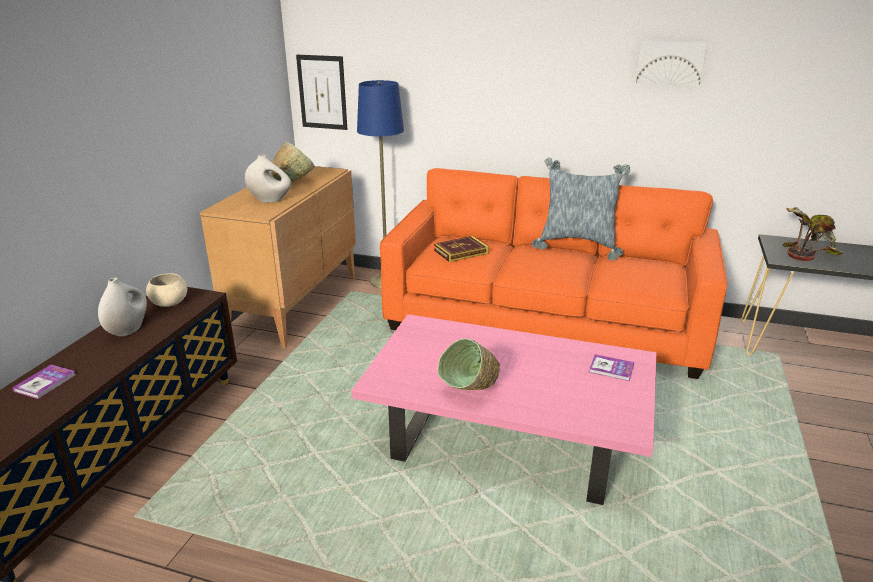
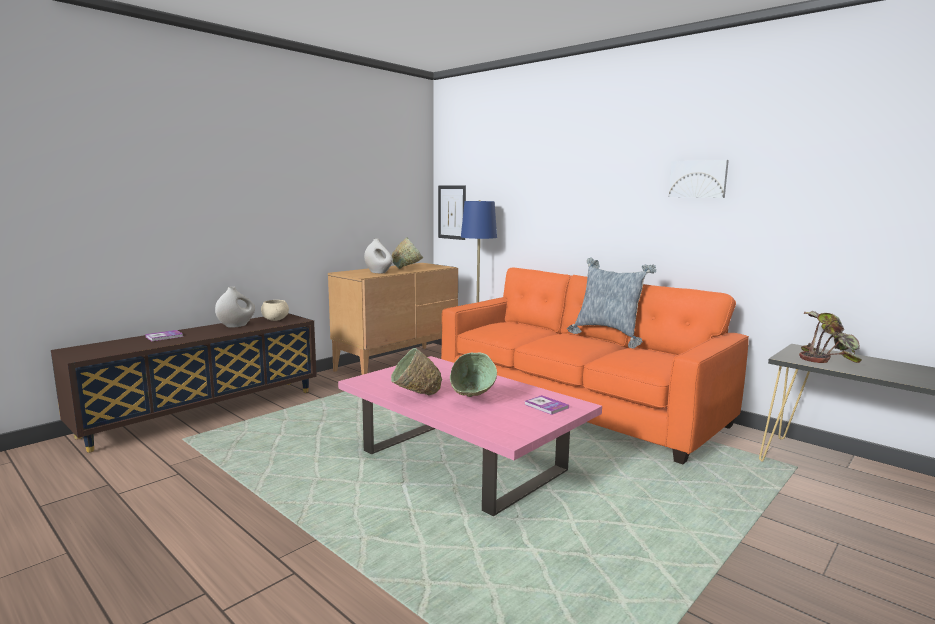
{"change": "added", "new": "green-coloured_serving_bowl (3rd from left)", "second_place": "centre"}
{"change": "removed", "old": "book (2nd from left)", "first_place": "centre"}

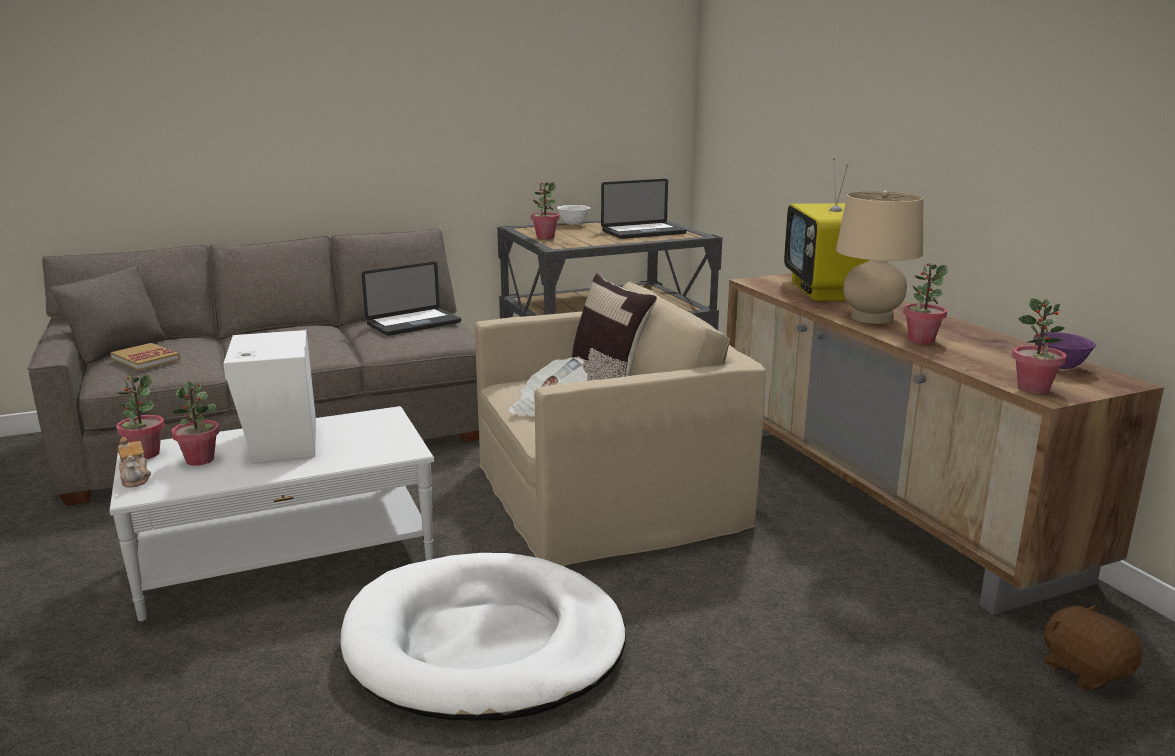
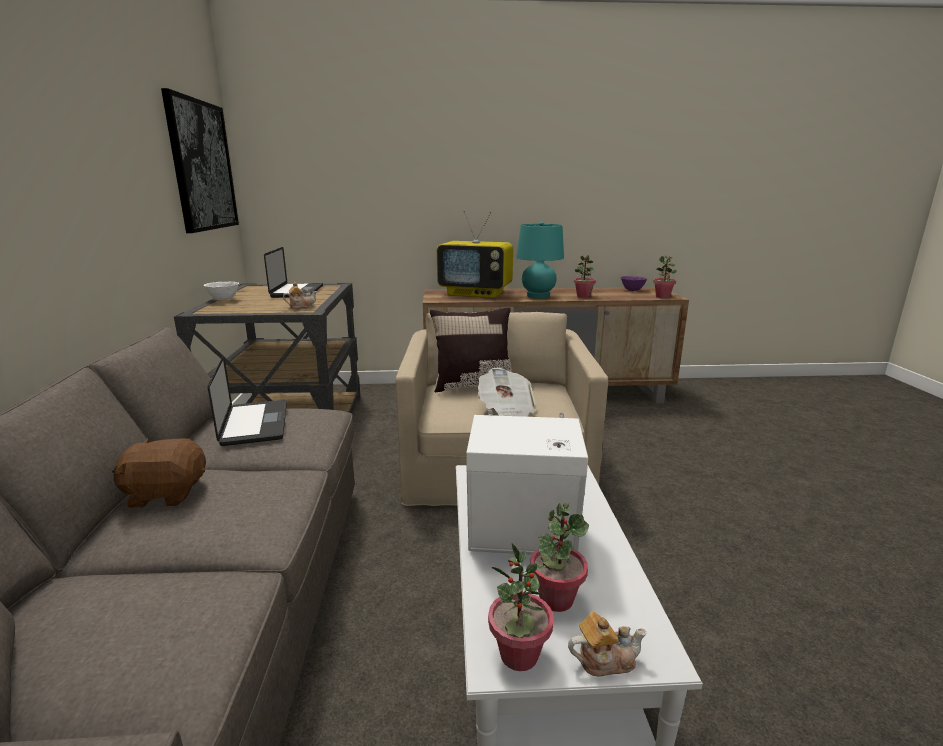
{"change": "moved", "old": "brown-coloured_cuddly_toy", "first_place": "bottom right", "second_place": "middle left"}
{"change": "added", "new": "wall_picture", "second_place": "top left"}
{"change": "added", "new": "pot_for_tea (1st from left)", "second_place": "middle left"}
{"change": "recoloured", "old": "sand-coloured_tabletop_lamp", "new": "blue-green_tabletop_lamp", "first_place": "middle right", "second_place": "centre"}
{"change": "removed", "old": "book", "first_place": "middle left"}
{"change": "removed", "old": "white-coloured_pet_bed", "first_place": "bottom centre"}
{"change": "removed", "old": "houseplant (3rd from left)", "first_place": "top centre"}

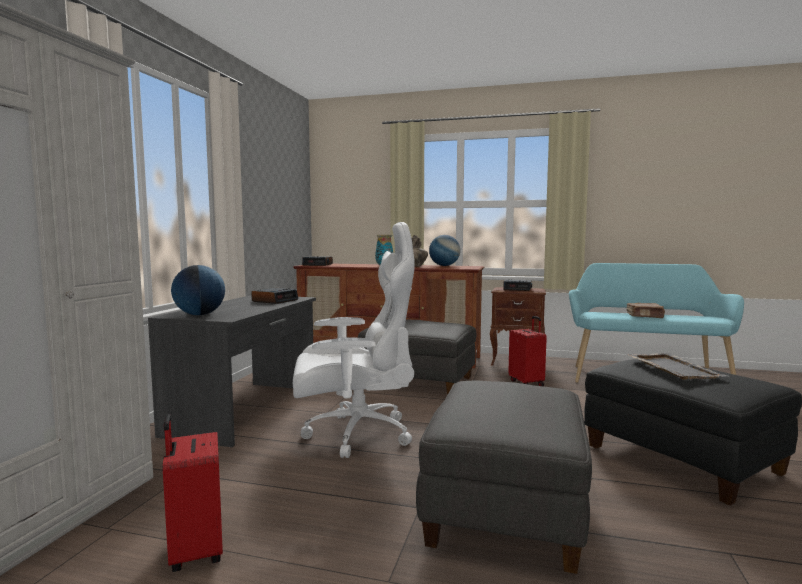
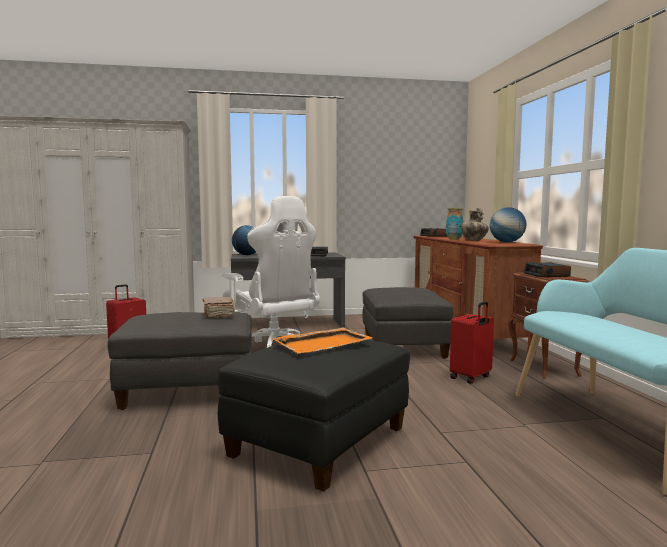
{"change": "moved", "old": "brown-coloured_book", "first_place": "middle right", "second_place": "middle left"}
{"change": "recoloured", "old": "greyish_carrying_tray", "new": "orange-coloured_carrying_tray", "first_place": "middle right", "second_place": "centre"}

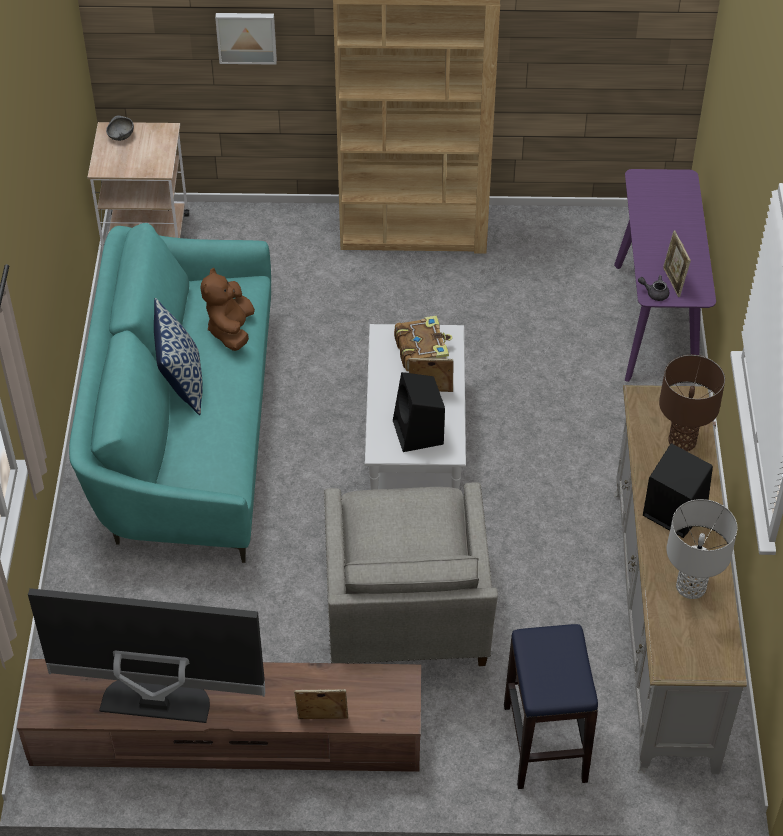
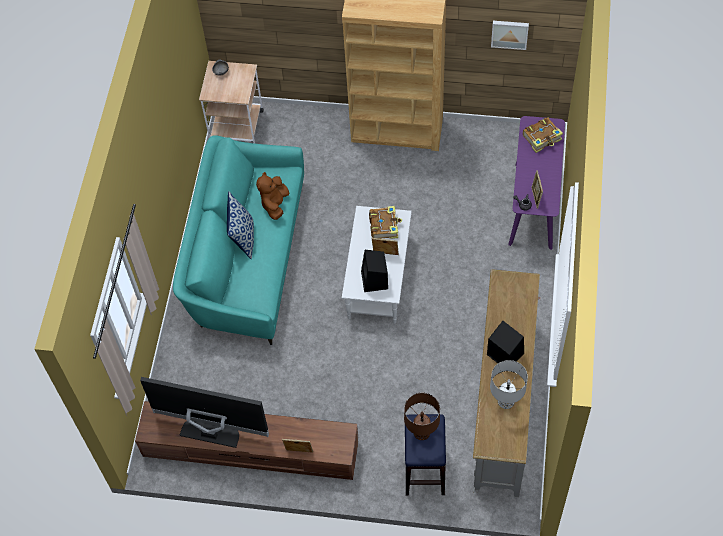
{"change": "moved", "old": "brown-coloured_tabletop_lamp", "first_place": "middle right", "second_place": "bottom centre"}
{"change": "moved", "old": "wall_picture", "first_place": "top left", "second_place": "top right"}
{"change": "added", "new": "book (2nd from left)", "second_place": "top right"}
{"change": "removed", "old": "greyish_armchair", "first_place": "bottom centre"}

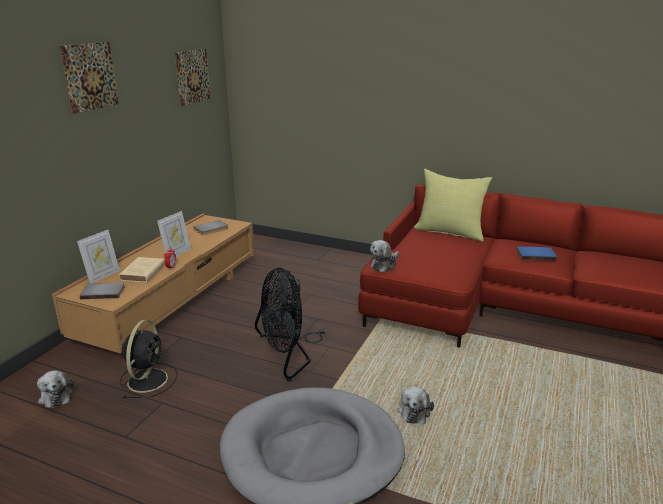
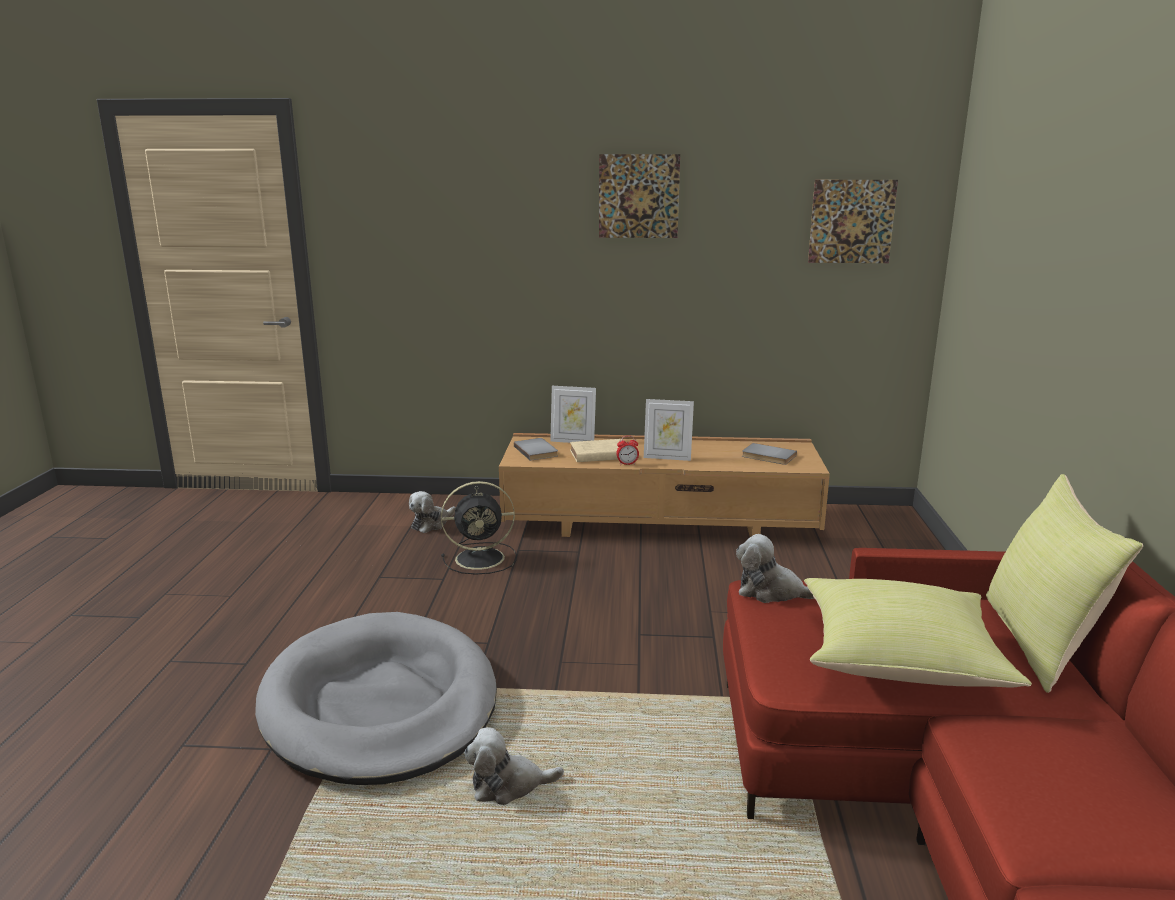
{"change": "added", "new": "yellow_cushion (1st from left)", "second_place": "bottom right"}
{"change": "removed", "old": "black-coloured_electric_fan (2nd from left)", "first_place": "centre"}
{"change": "removed", "old": "blue-coloured_book", "first_place": "middle right"}

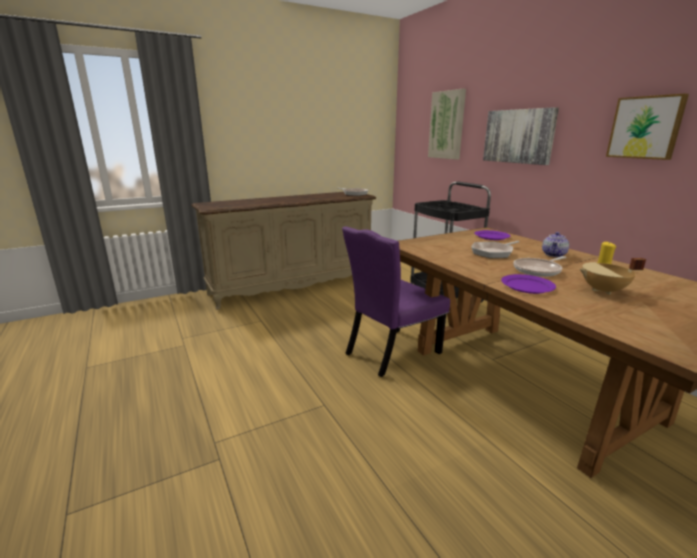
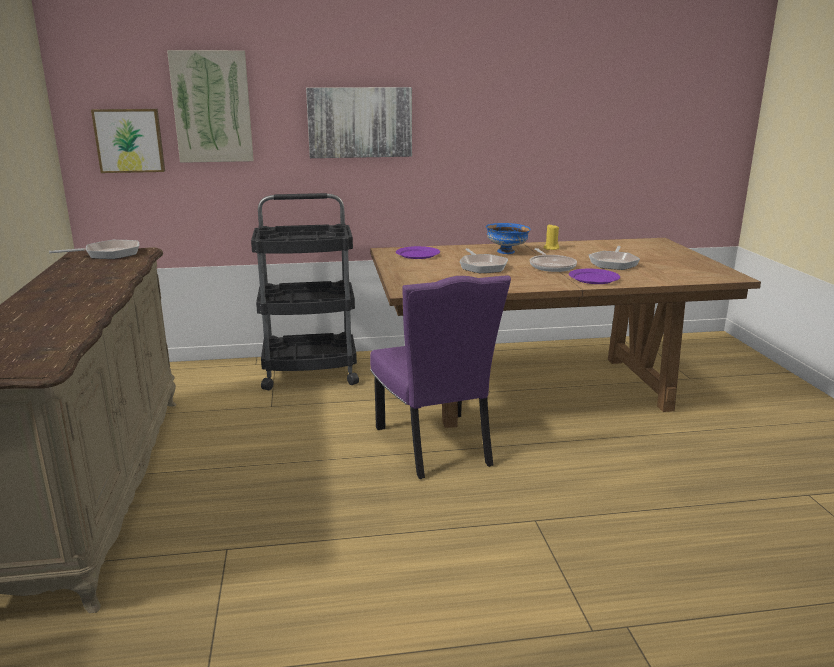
{"change": "moved", "old": "wall_picture (3rd from left in the first image)", "new": "wall_picture (1st from left)", "first_place": "top right", "second_place": "top left"}
{"change": "replaced", "old": "pot_for_tea", "new": "blue-coloured_serving_bowl", "first_place": "middle right", "second_place": "centre"}
{"change": "replaced", "old": "sand-coloured_saucepot", "new": "skillet (4th from left)", "first_place": "middle right", "second_place": "middle right"}

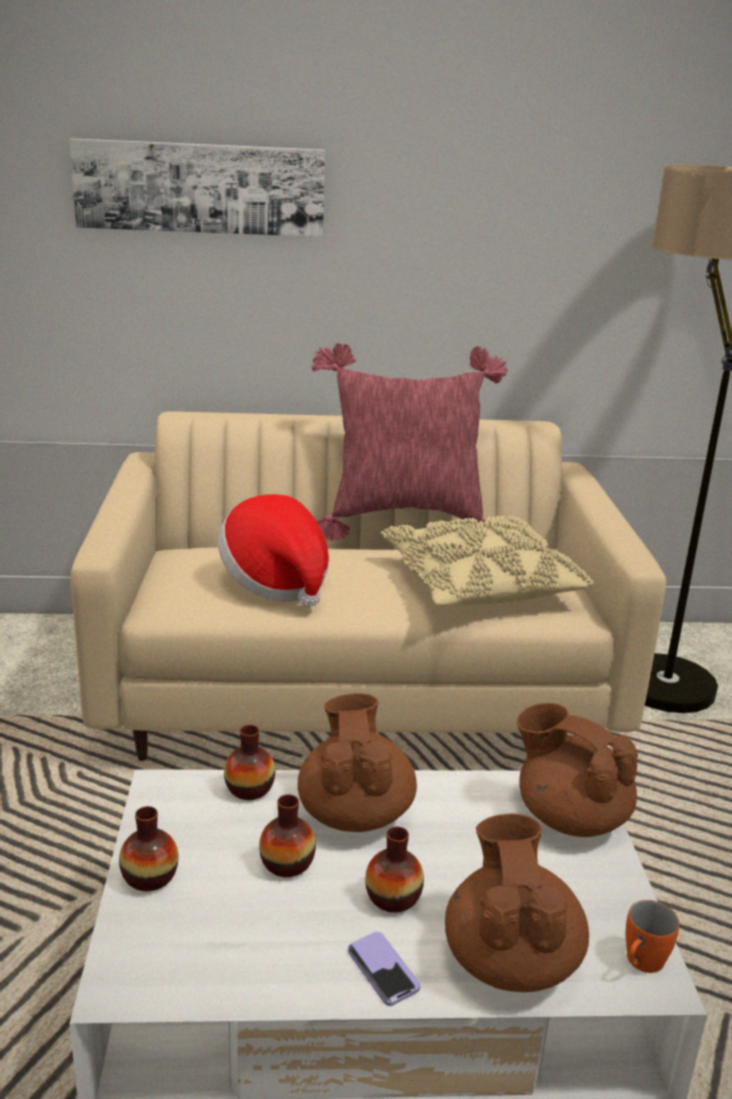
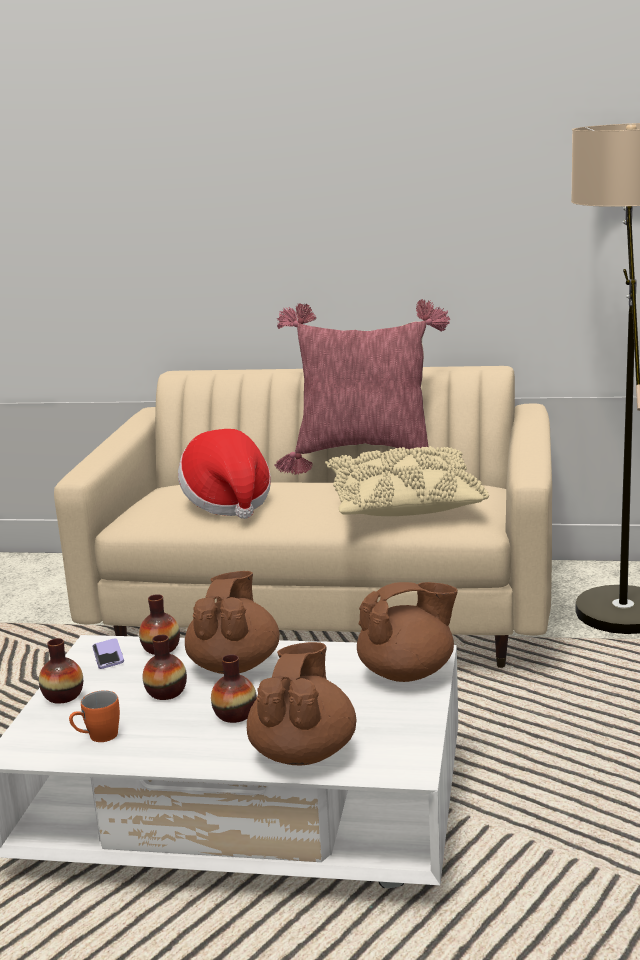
{"change": "moved", "old": "orange-coloured_tea_mug", "first_place": "bottom right", "second_place": "bottom left"}
{"change": "moved", "old": "handset", "first_place": "bottom centre", "second_place": "bottom left"}
{"change": "turned", "old": "brown-coloured_pot_for_tea (3rd from left)", "first_place": "bottom right", "second_place": "centre", "degrees": 105}
{"change": "removed", "old": "wall_picture", "first_place": "top left"}

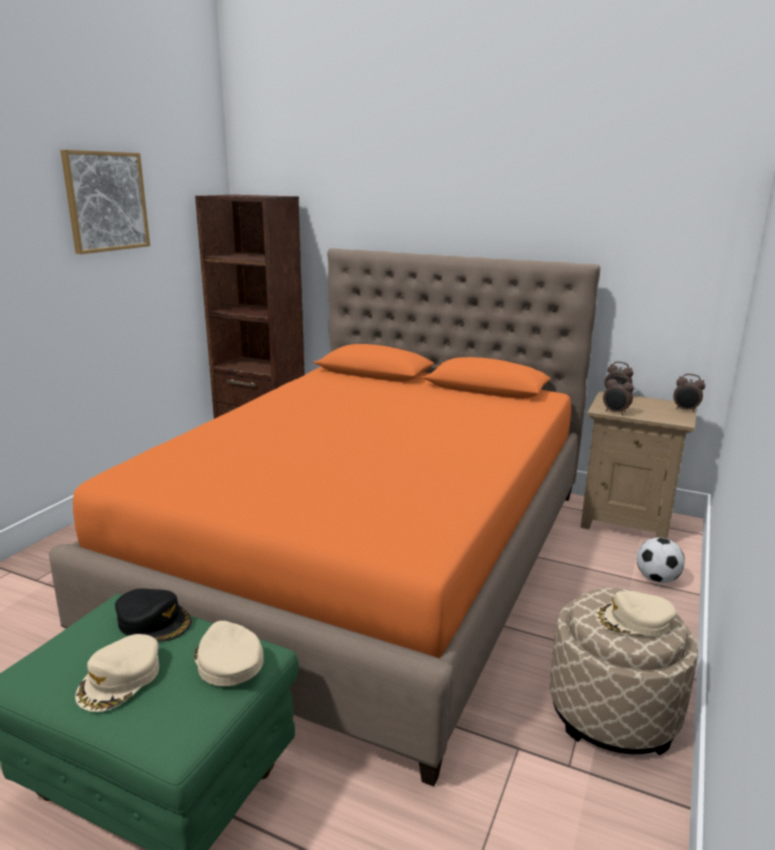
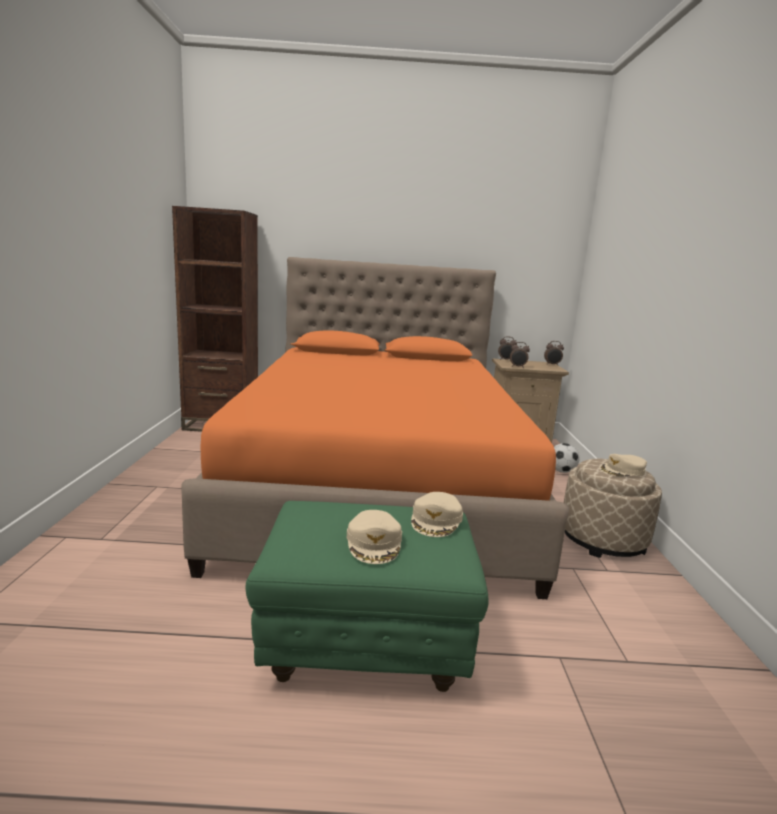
{"change": "turned", "old": "sand-coloured_peaked_cap (2nd from left)", "first_place": "bottom left", "second_place": "centre", "degrees": -105}
{"change": "removed", "old": "wall_picture", "first_place": "top left"}
{"change": "removed", "old": "black-coloured_peaked_cap", "first_place": "bottom left"}

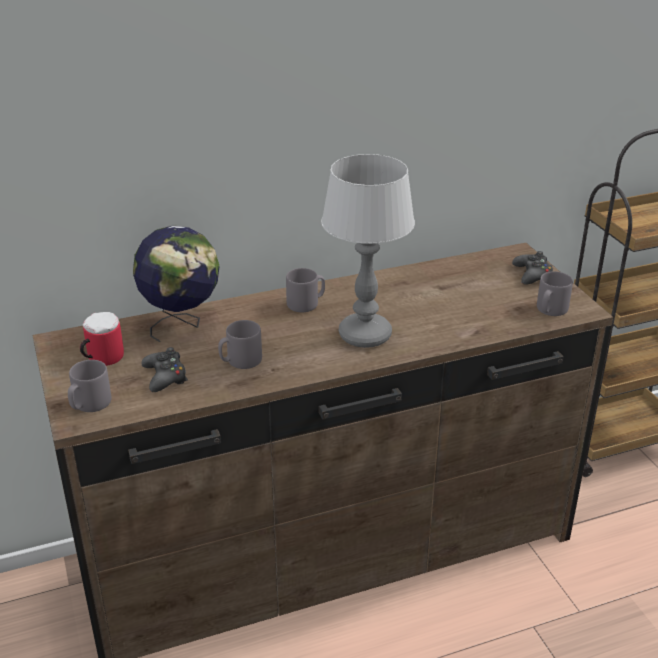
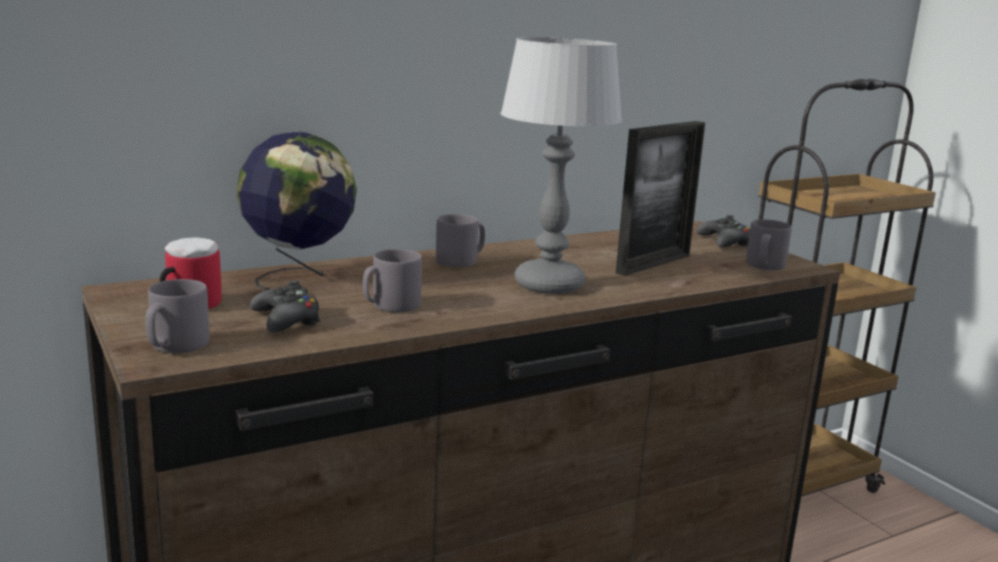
{"change": "added", "new": "photo_frame", "second_place": "centre"}

